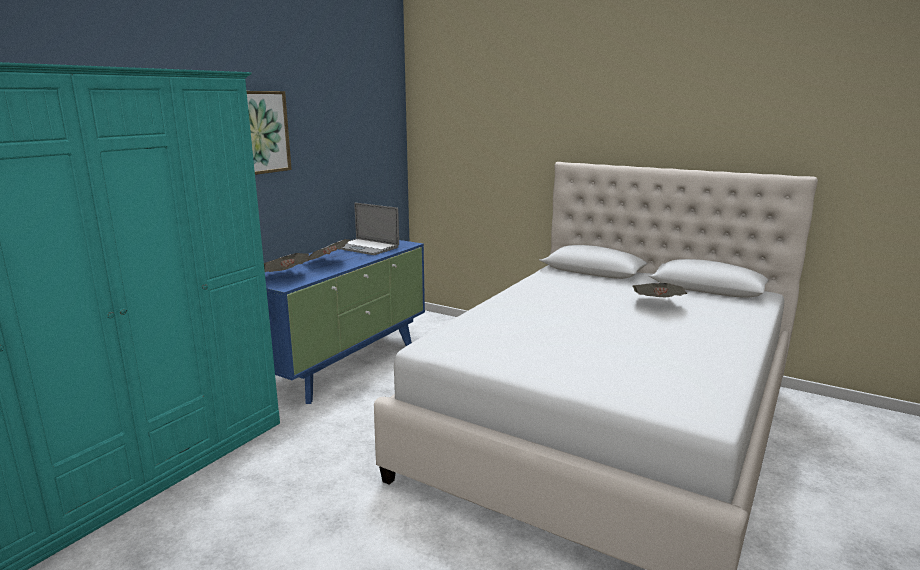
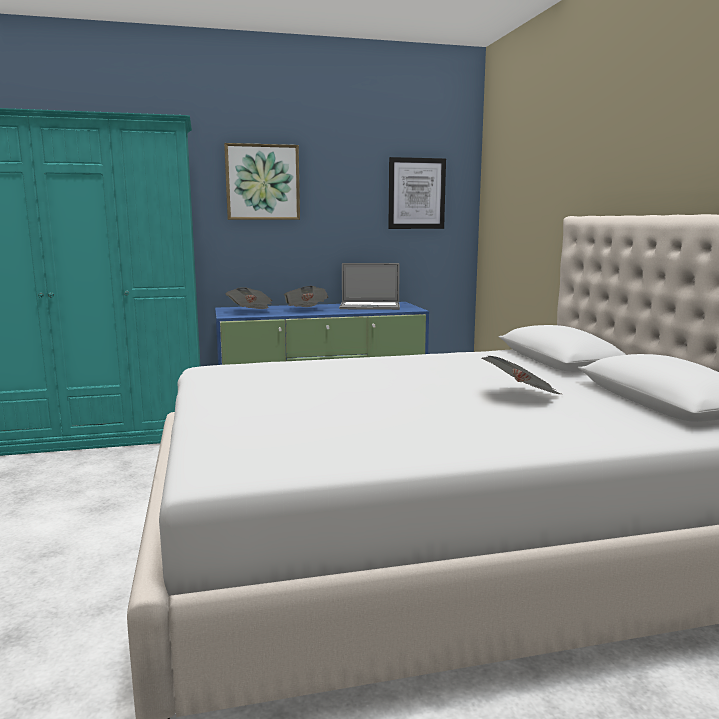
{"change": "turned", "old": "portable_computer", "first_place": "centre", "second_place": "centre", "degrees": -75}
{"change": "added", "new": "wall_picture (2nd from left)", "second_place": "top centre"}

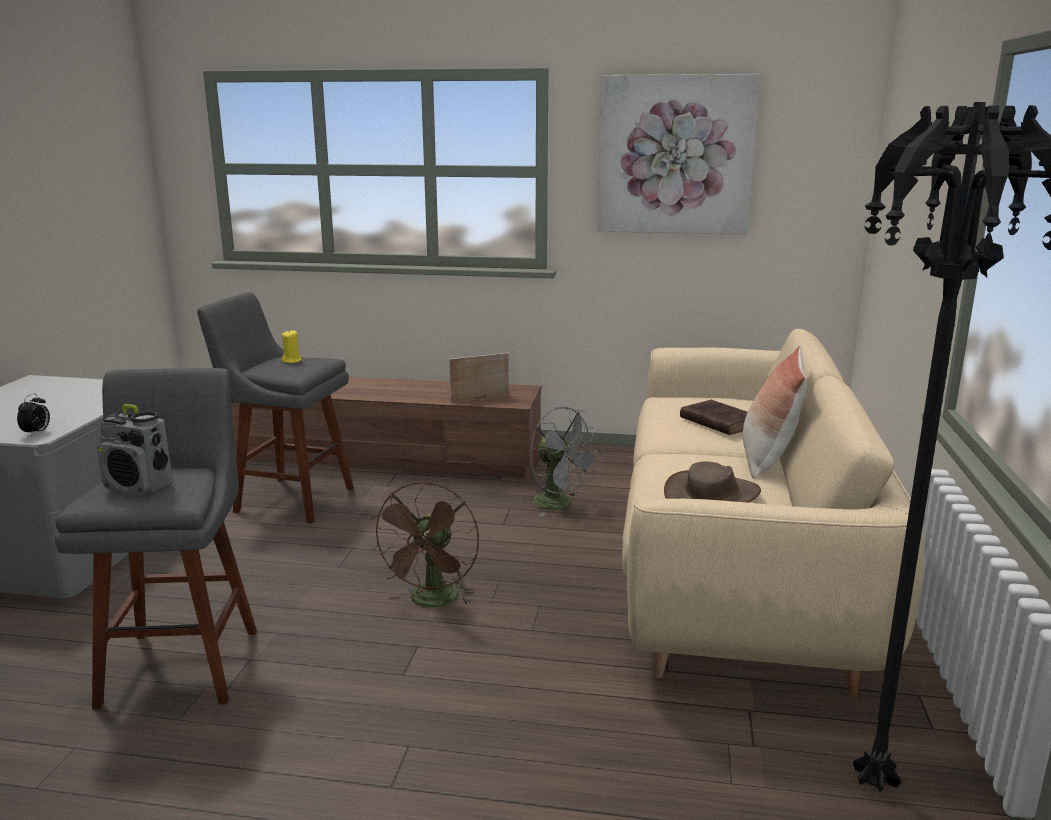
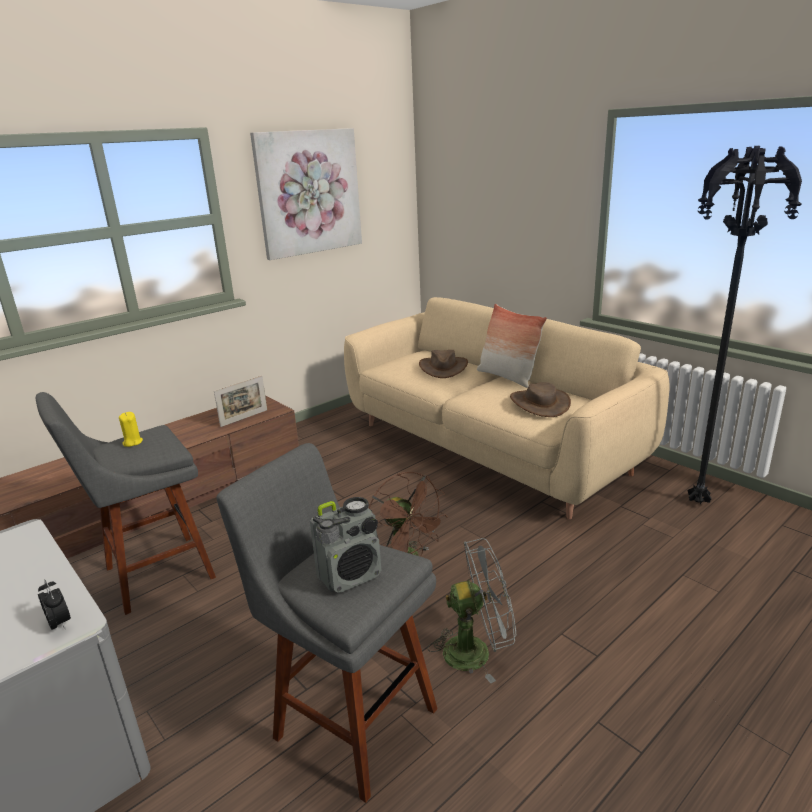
{"change": "turned", "old": "photo_frame", "first_place": "centre", "second_place": "middle left", "degrees": -150}
{"change": "replaced", "old": "brown-coloured_book", "new": "brown-coloured_hat (1st from left)", "first_place": "middle right", "second_place": "centre"}
{"change": "moved", "old": "greyish_electric_fan", "first_place": "centre", "second_place": "bottom centre"}

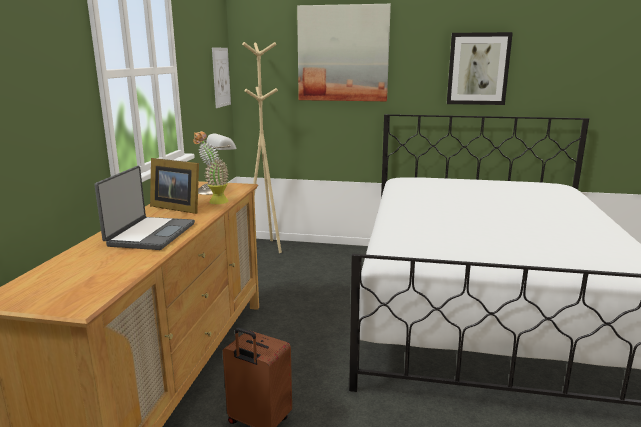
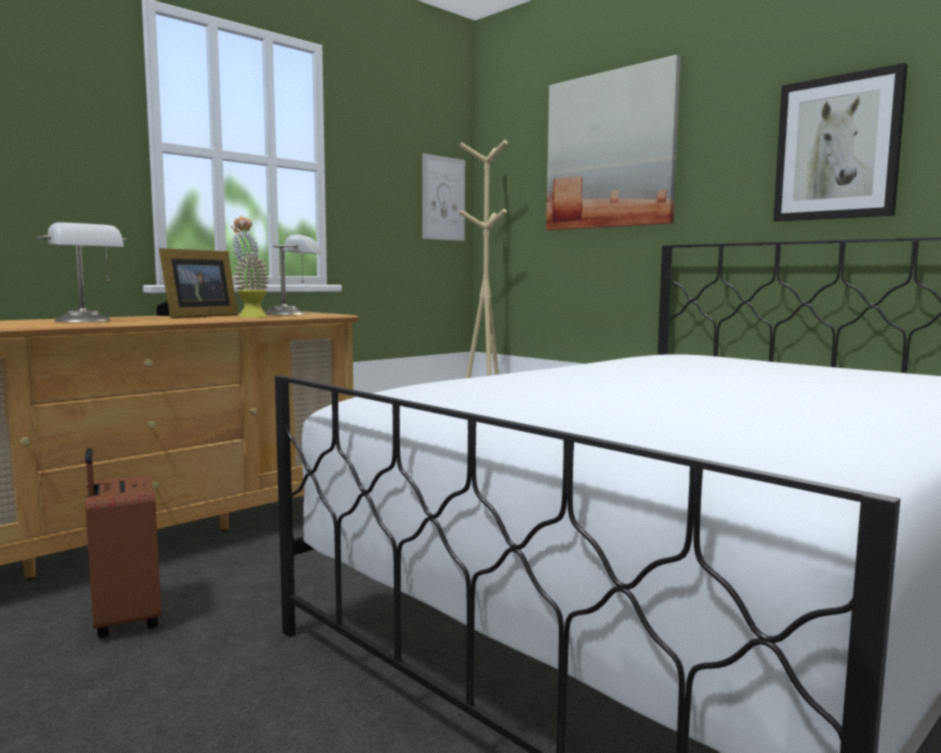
{"change": "replaced", "old": "portable_computer", "new": "white-coloured_tabletop_lamp (1st from left)", "first_place": "middle left", "second_place": "middle left"}
{"change": "turned", "old": "photo_frame", "first_place": "middle left", "second_place": "middle left", "degrees": -120}

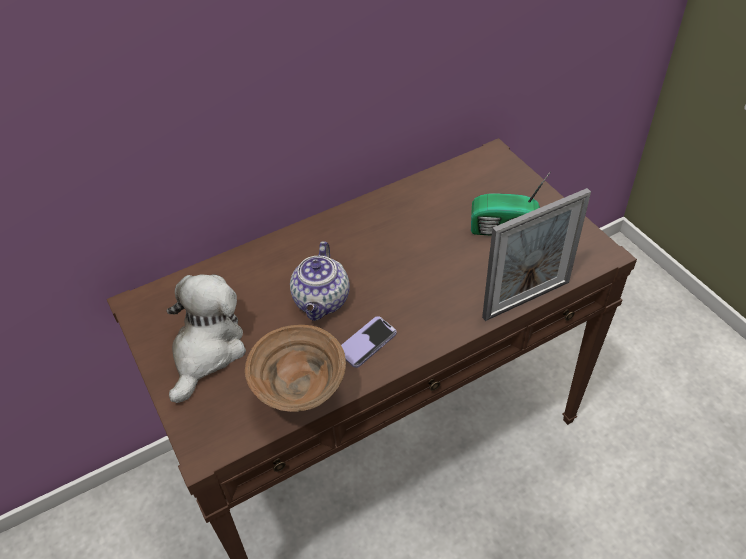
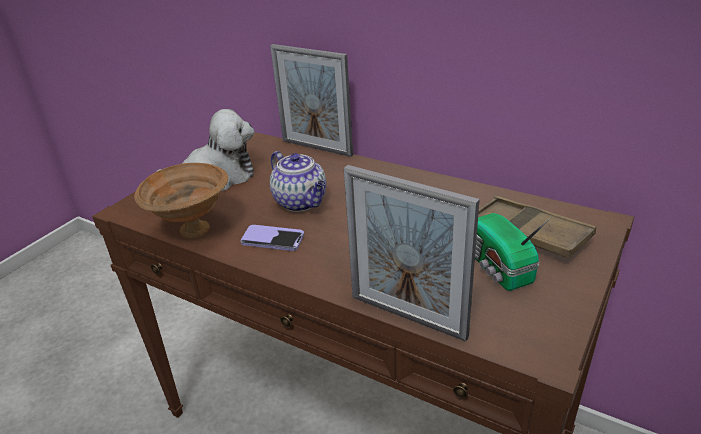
{"change": "added", "new": "photo_frame (1st from left)", "second_place": "top centre"}
{"change": "turned", "old": "pot_for_tea", "first_place": "centre", "second_place": "centre", "degrees": -105}
{"change": "added", "new": "brown-coloured_carrying_tray", "second_place": "middle right"}

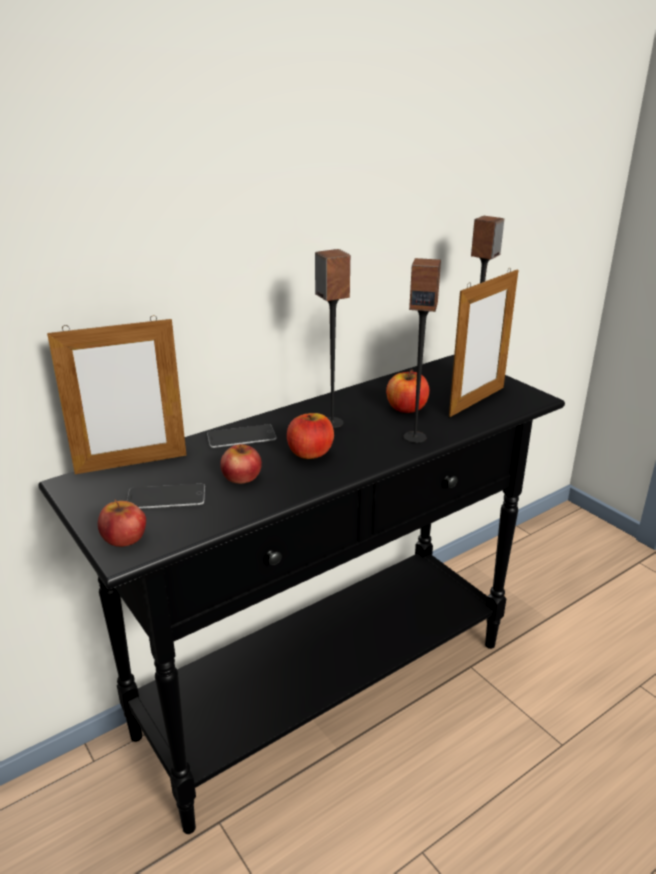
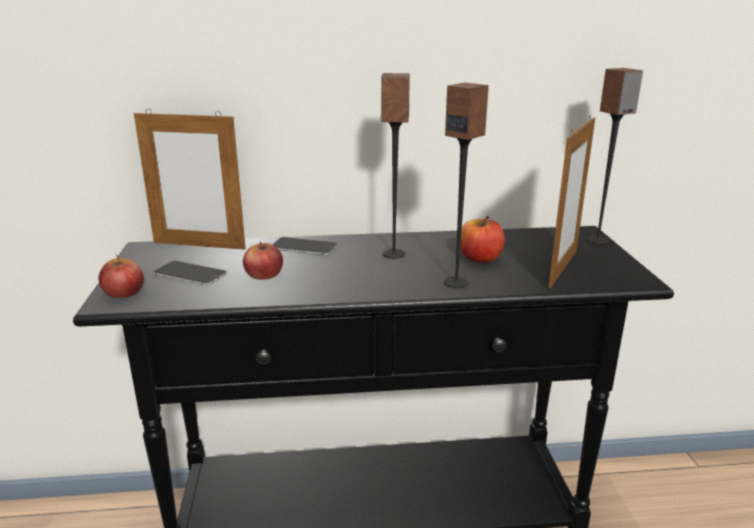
{"change": "turned", "old": "photo_frame (2nd from left)", "first_place": "middle right", "second_place": "middle right", "degrees": -45}
{"change": "removed", "old": "whole_apple (3rd from left)", "first_place": "centre"}

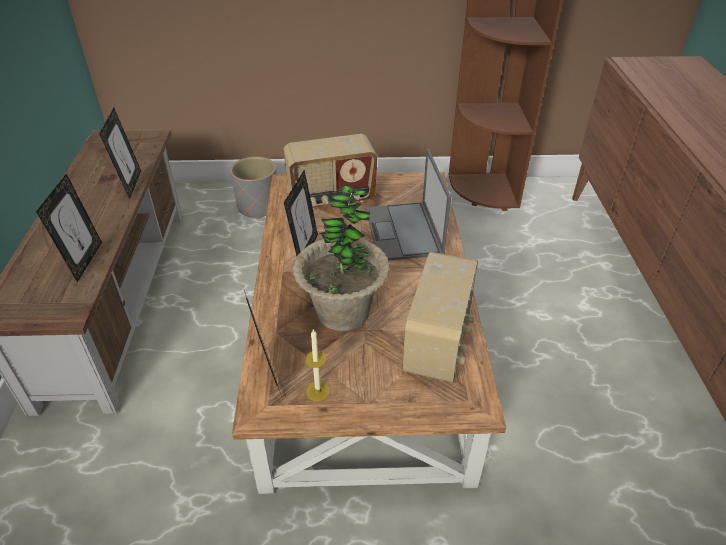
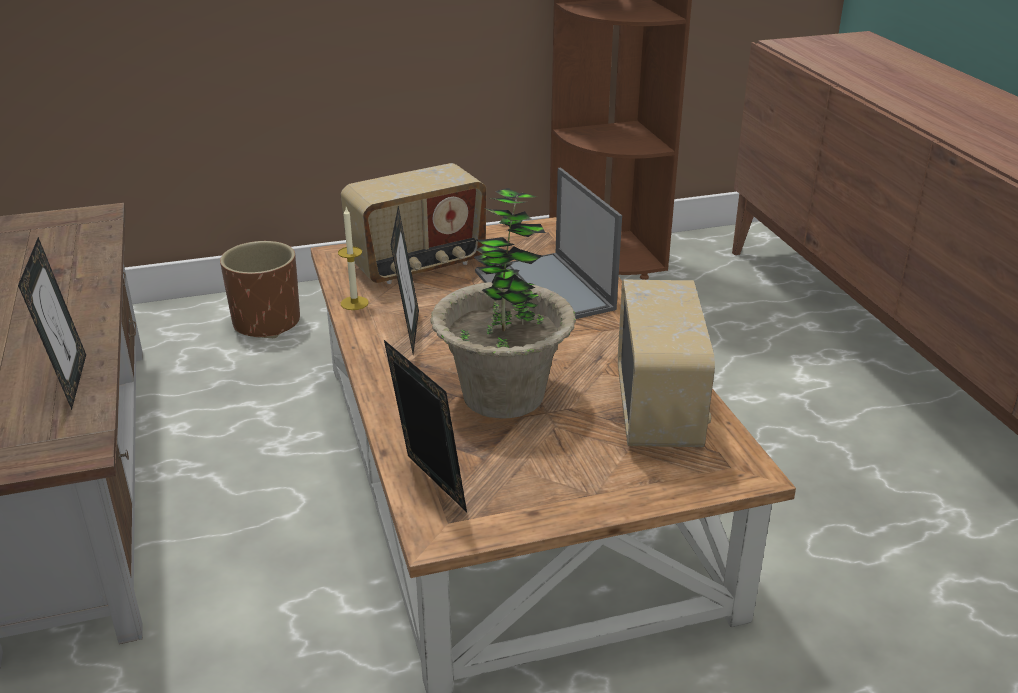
{"change": "recoloured", "old": "greyish_flower_pot", "new": "brown-coloured_flower_pot", "first_place": "centre", "second_place": "middle left"}
{"change": "moved", "old": "candle", "first_place": "bottom centre", "second_place": "centre"}
{"change": "removed", "old": "photo_frame (2nd from left)", "first_place": "top left"}

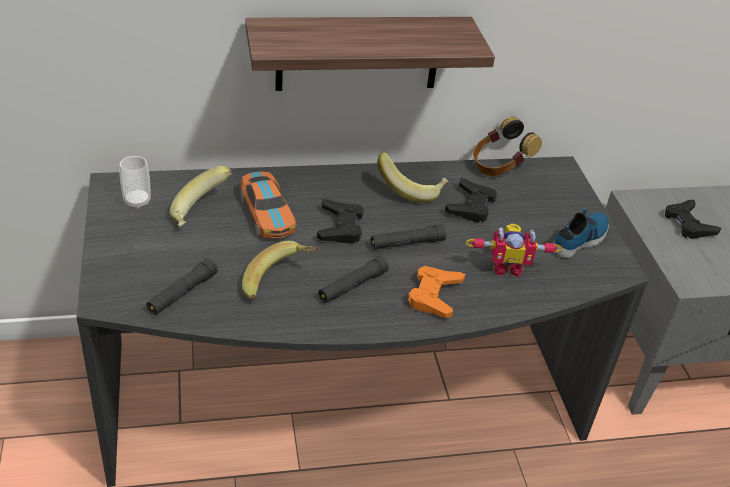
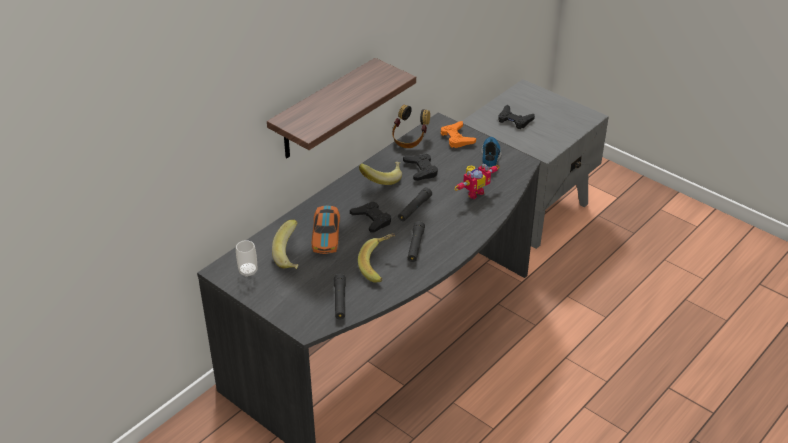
{"change": "turned", "old": "miniature_car", "first_place": "centre", "second_place": "centre", "degrees": 60}
{"change": "moved", "old": "orange-coloured_joypad", "first_place": "centre", "second_place": "top centre"}

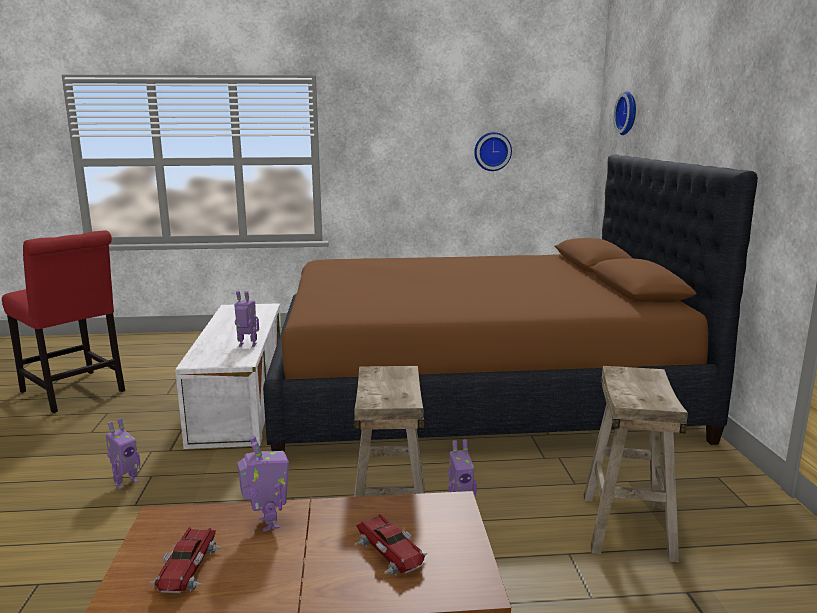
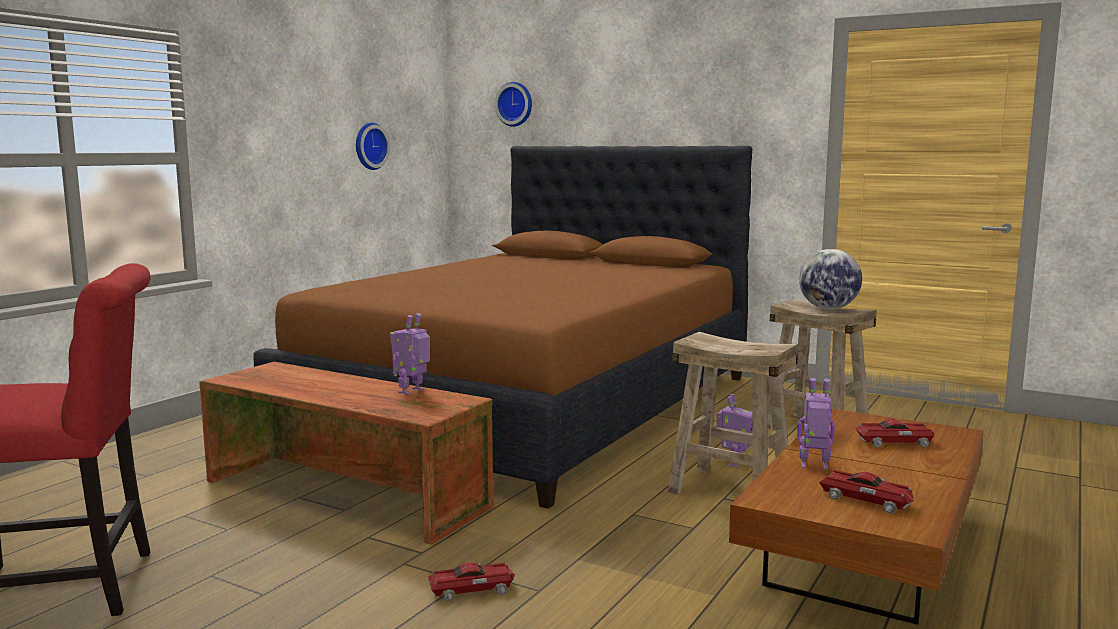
{"change": "recoloured", "old": "white-coloured_long_seat", "new": "brown-coloured_long_seat", "first_place": "middle left", "second_place": "bottom left"}
{"change": "replaced", "old": "model_robot (1st from left)", "new": "miniature_car (1st from left)", "first_place": "bottom left", "second_place": "bottom centre"}
{"change": "added", "new": "globe", "second_place": "middle right"}

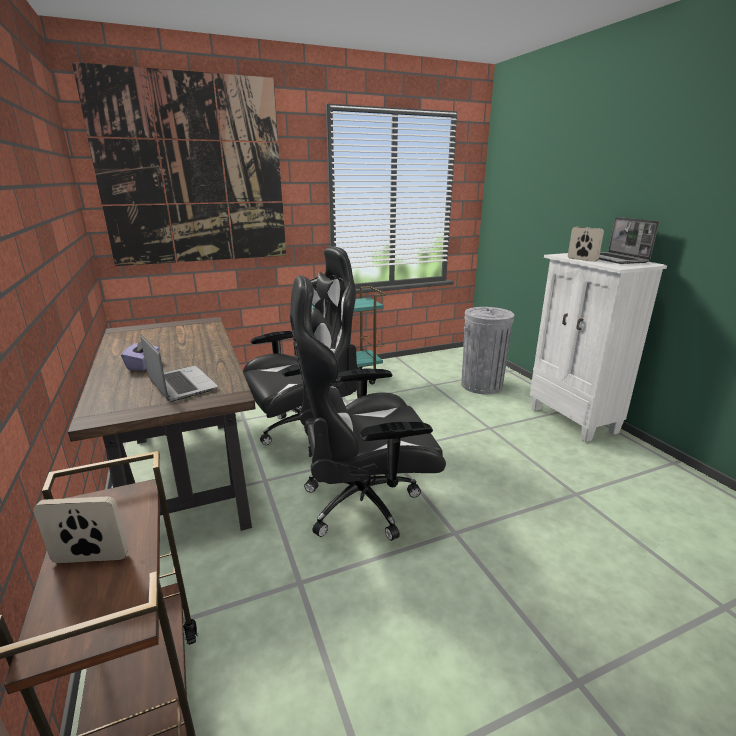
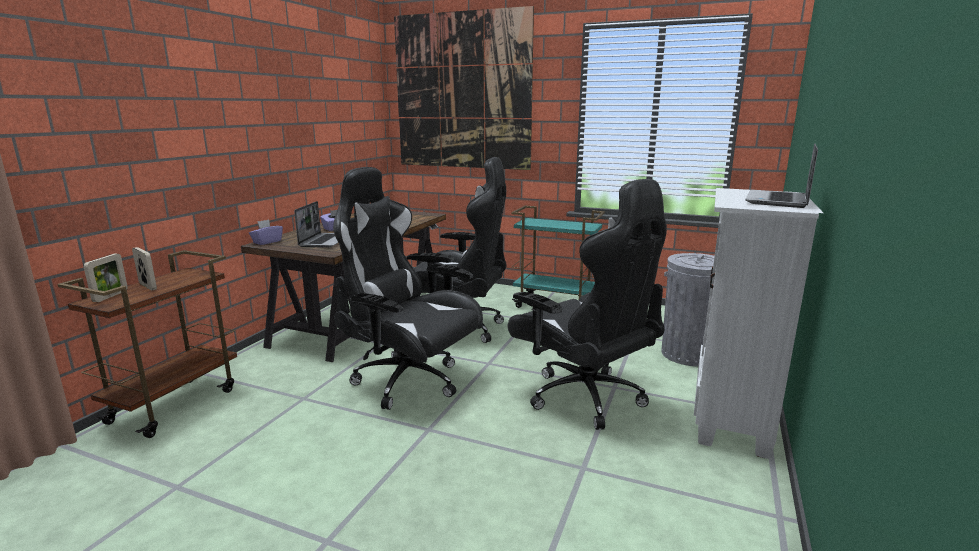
{"change": "moved", "old": "photo_frame (2nd from left in the first image)", "new": "photo_frame (1st from left)", "first_place": "top right", "second_place": "middle left"}
{"change": "added", "new": "purple_box_of_tissues (1st from left)", "second_place": "middle left"}
{"change": "added", "new": "black-coloured_computer_chair (3rd from left)", "second_place": "centre"}

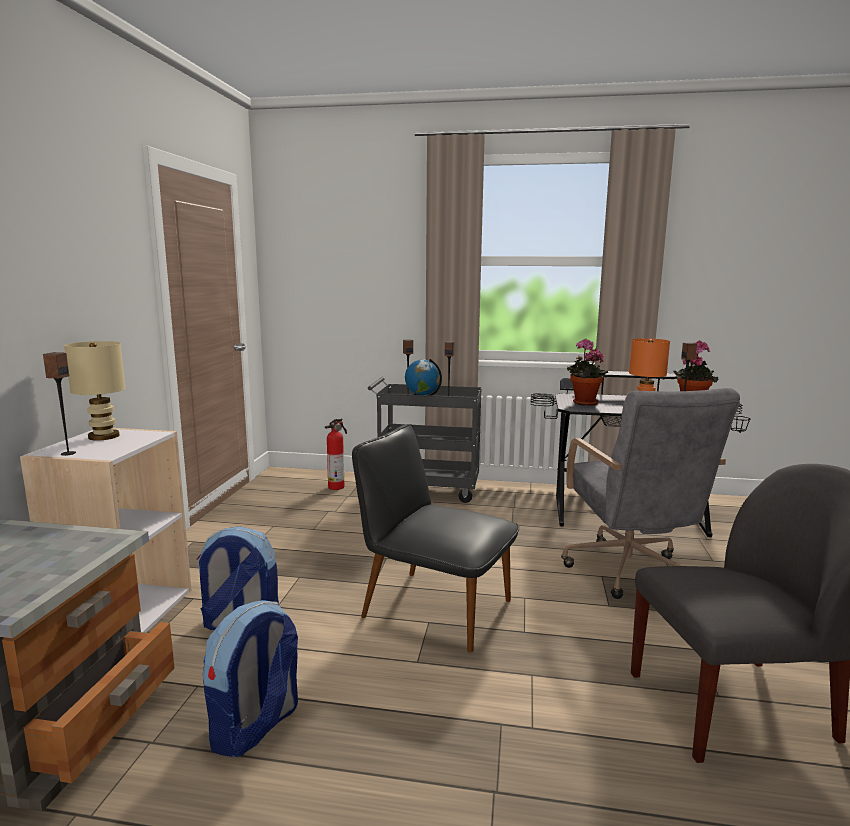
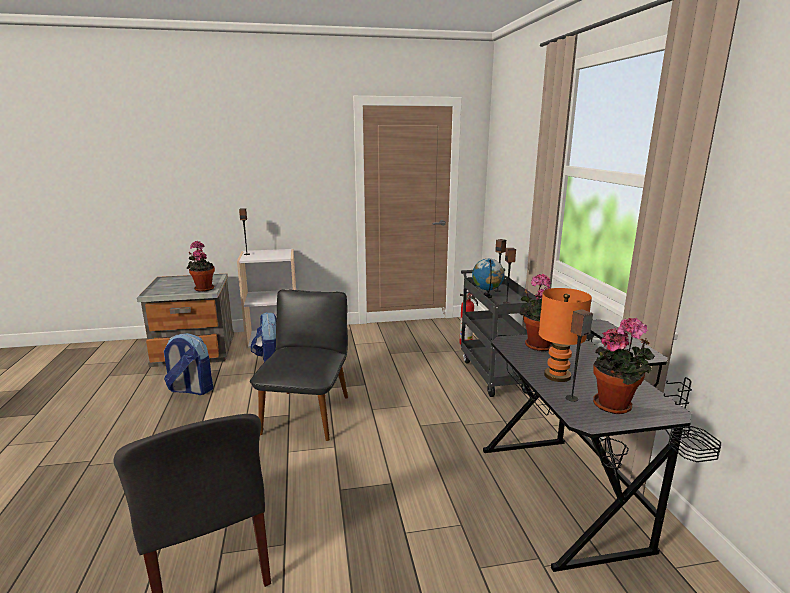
{"change": "added", "new": "houseplant (1st from left)", "second_place": "middle left"}
{"change": "removed", "old": "sand-coloured_tabletop_lamp", "first_place": "middle left"}
{"change": "removed", "old": "greyish_computer_chair", "first_place": "middle right"}

